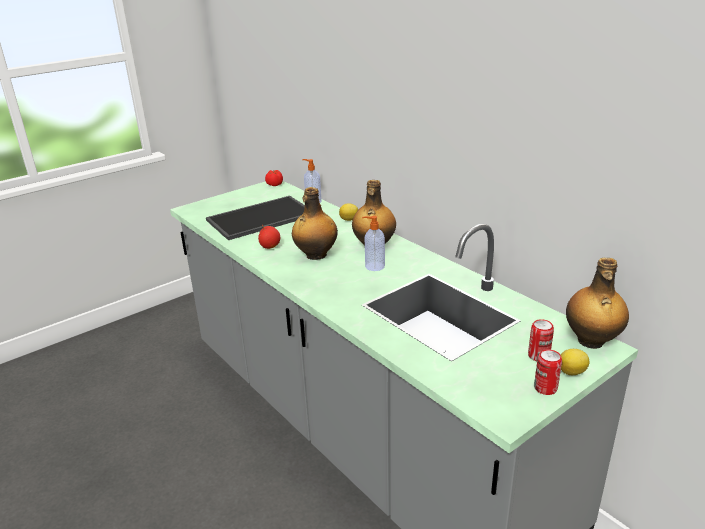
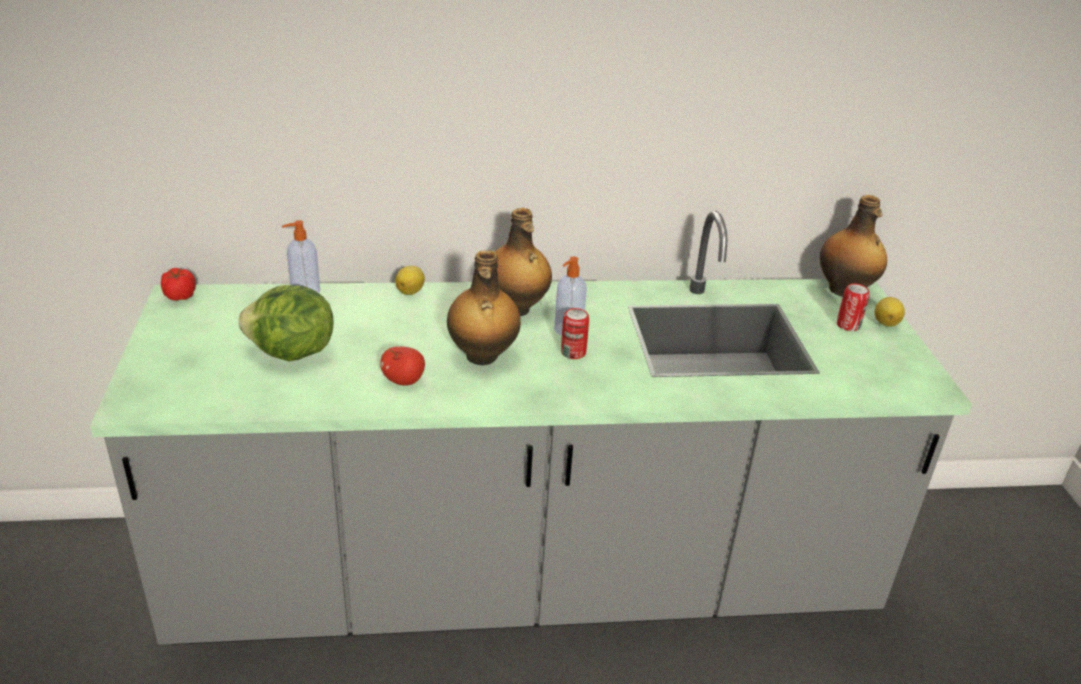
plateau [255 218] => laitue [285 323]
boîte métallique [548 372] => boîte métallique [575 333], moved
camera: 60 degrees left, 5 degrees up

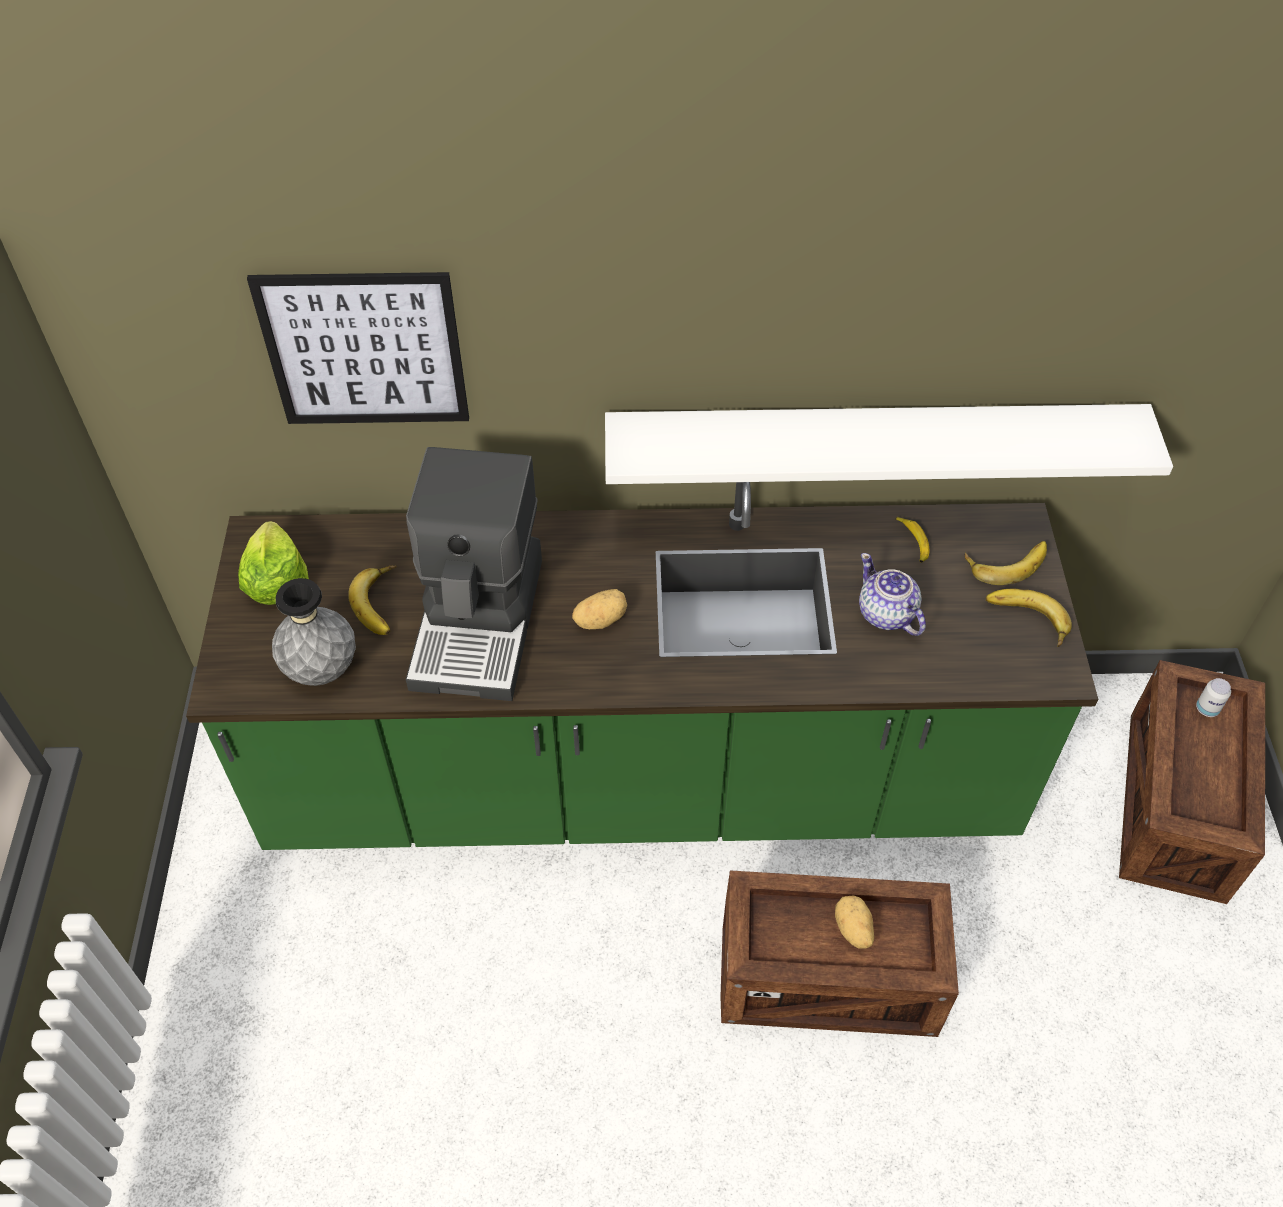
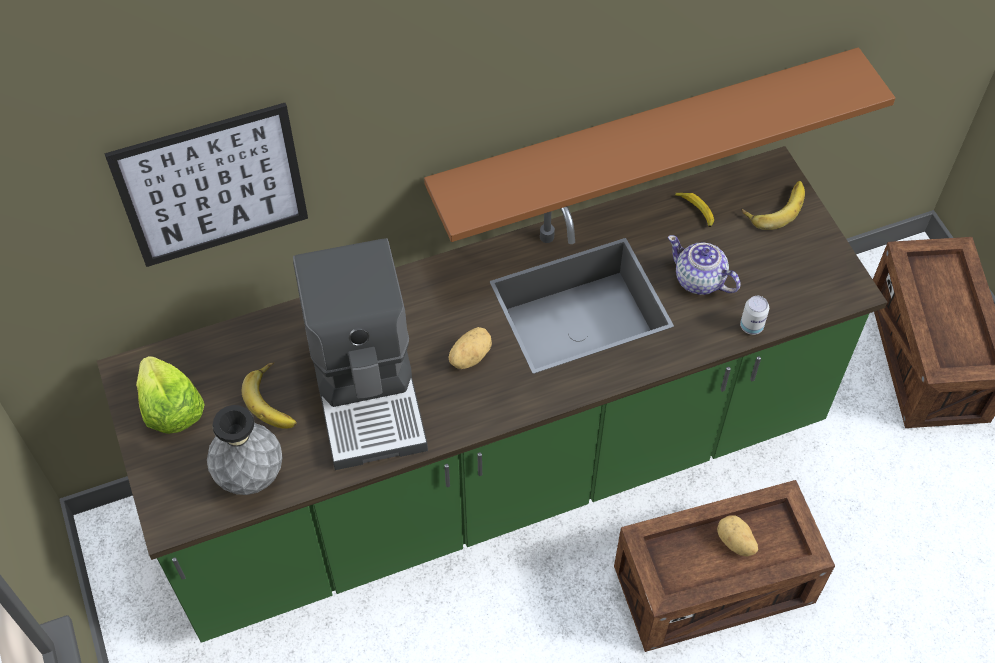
étagère [blanc] [889 444] => étagère [marron] [659 144]
banane [1029 618] => nothing
boîte métallique [1213 697] => boîte métallique [754 315], moved
camera: 20 degrees left, 5 degrees up

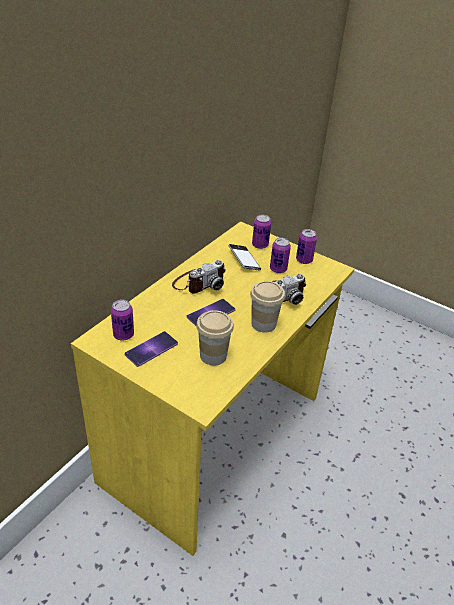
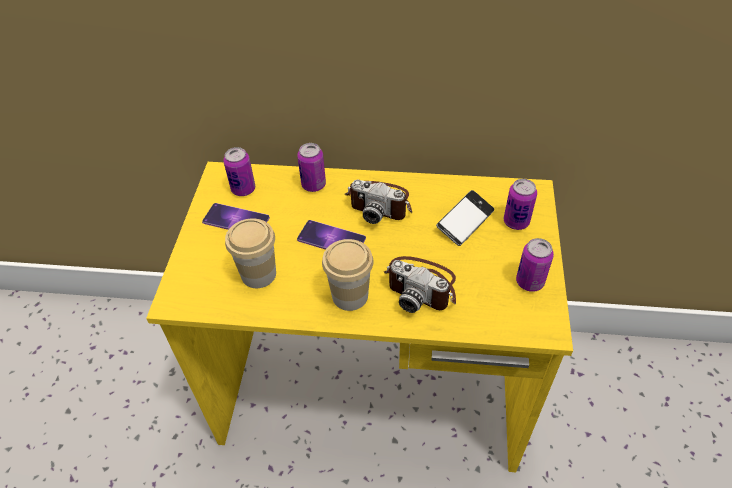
boîte métallique [280 255] => boîte métallique [311 167], moved
camera: 65 degrees right, 10 degrees up

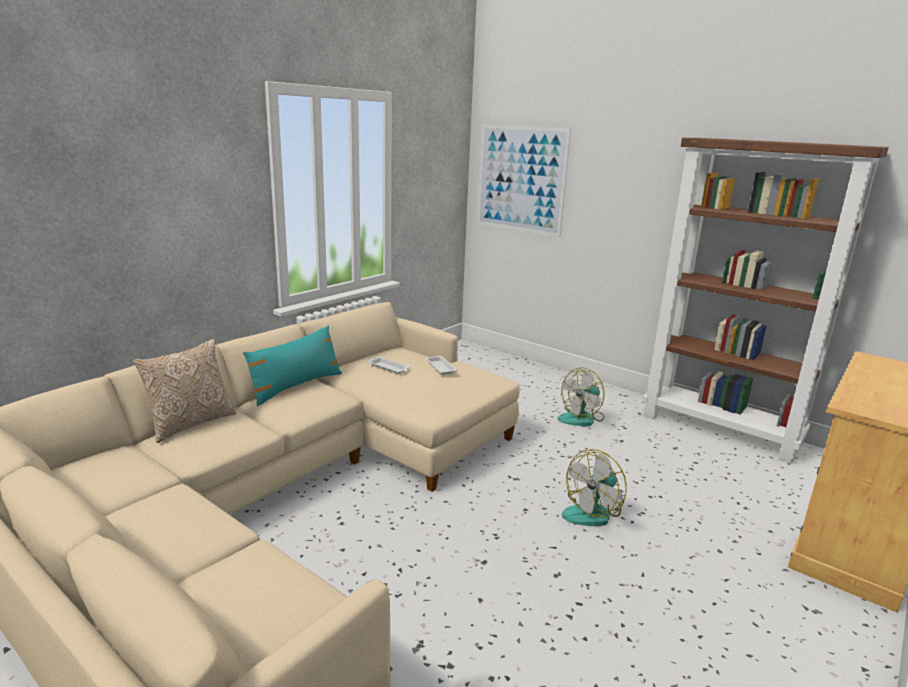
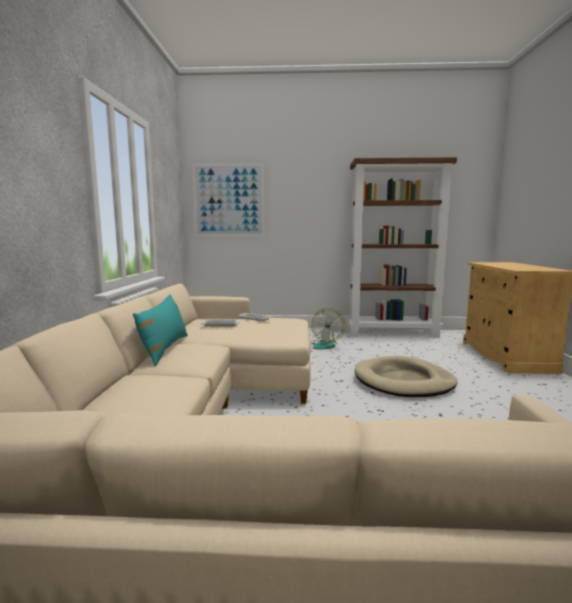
coussin [184 391] => nothing
ventilateur [594 487] => panier pour chien [beige] [406 376]
camera: 35 degrees left, 10 degrees down

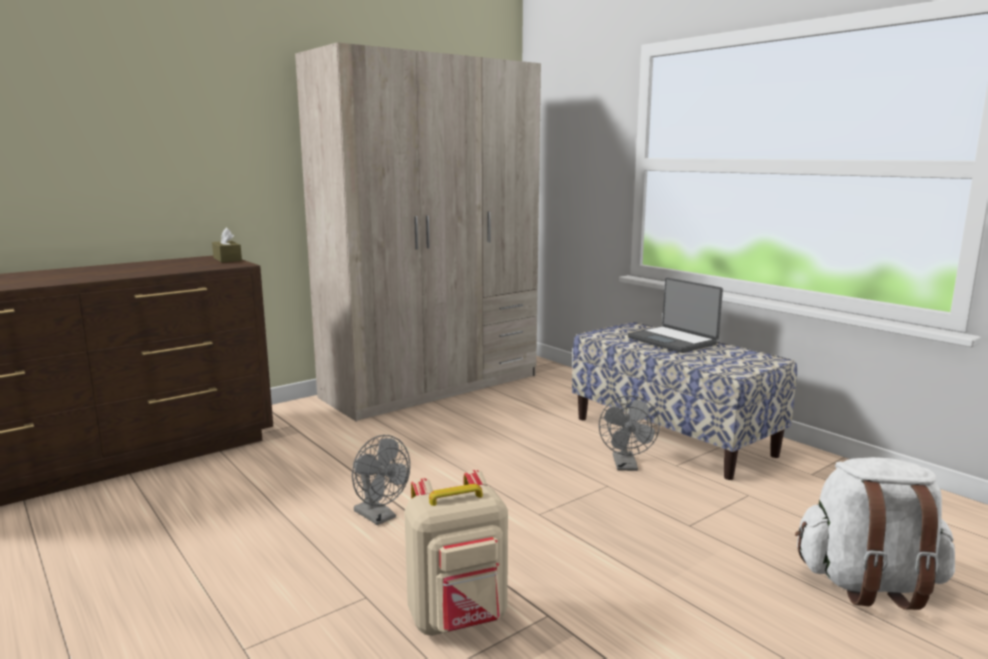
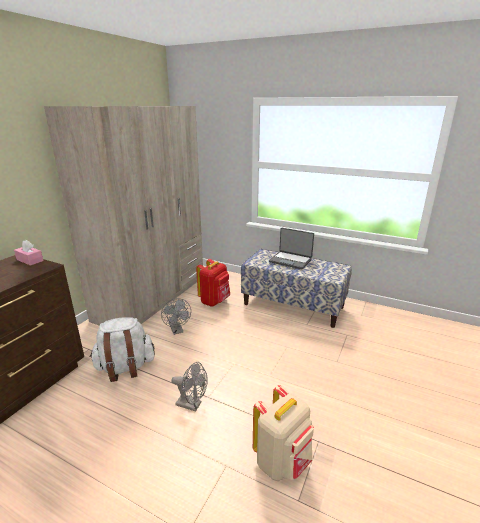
boîte à mouchoirs [marron] [227 245] => boîte à mouchoirs [rose] [29 253]
ventilateur [gris] [629 433] => ventilateur [gris] [176 317], moved
sac à dos [blanc] [875 533] => sac à dos [blanc] [122 349], moved
nothing => sac à dos [rouge] [213 283]
camera: 25 degrees left, 10 degrees up

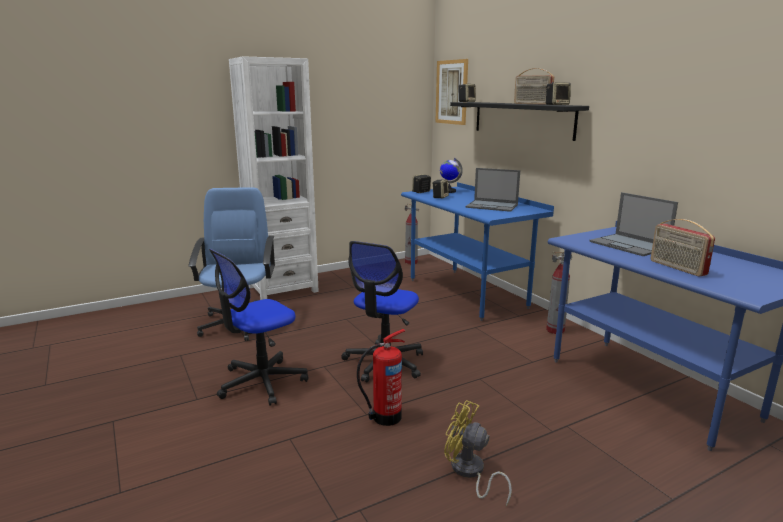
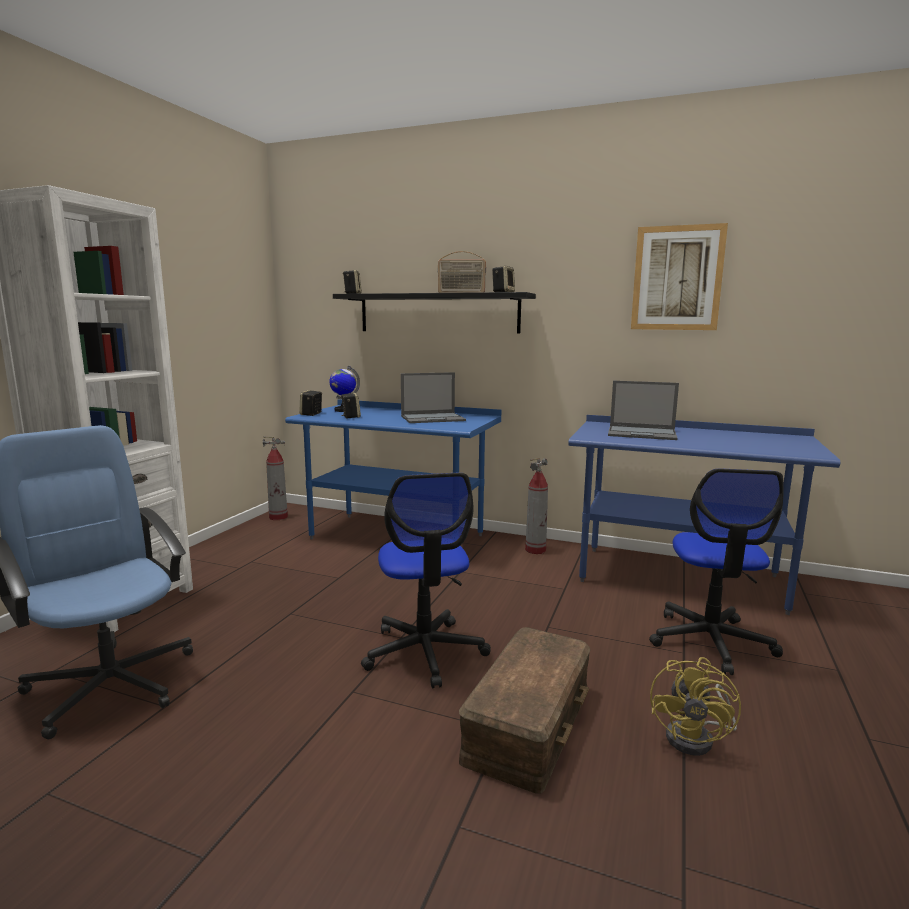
chaise de bureau [258 327] => chaise de bureau [716 571], moved
extincteur [381 377] => boîte de rangement [marron] [524 710]
tableau [451 92] => tableau [679 276], moved
ventilateur [jaune] [478 453] => ventilateur [jaune] [695 706], 60 degrees counterclockwise
radio [683 247] => nothing
camera: 40 degrees left, 5 degrees down

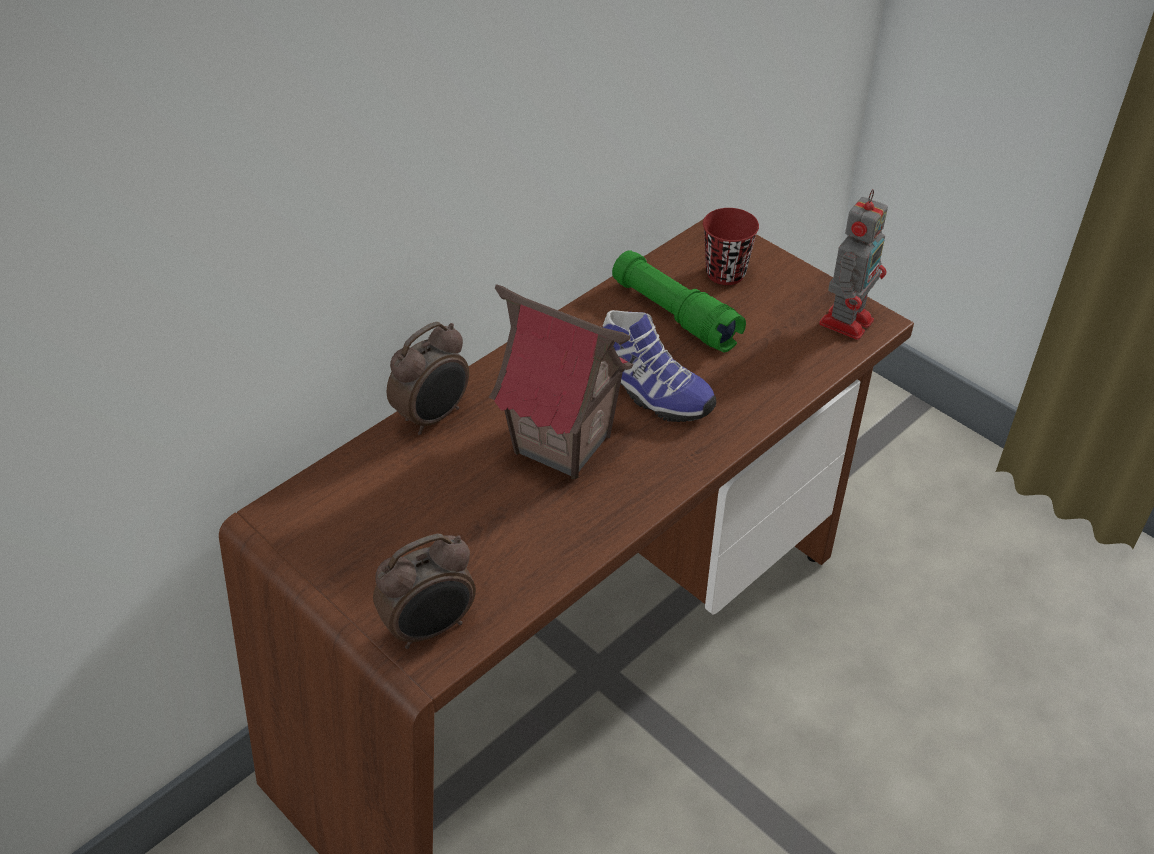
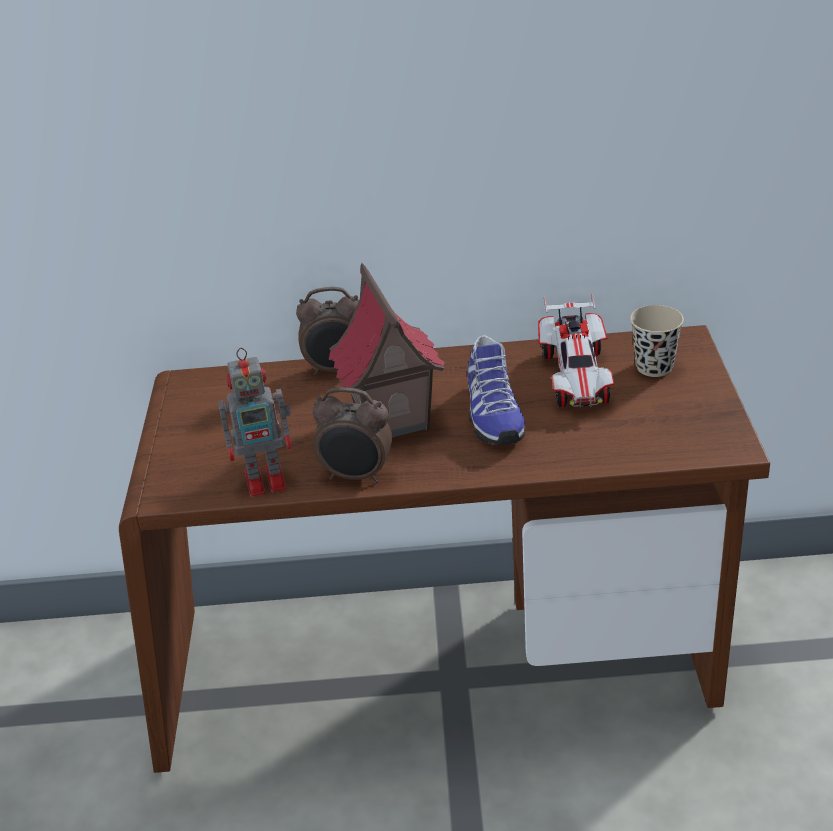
réveil [424 591] => réveil [352 435], moved
lampe de poche [vert] [679 301] => petite voiture [576 350]
tasse [rouge] [731 246] => tasse [beige] [657 341]
robot jouet [853 264] => robot jouet [255 422], moved
camera: 45 degrees right, 10 degrees down

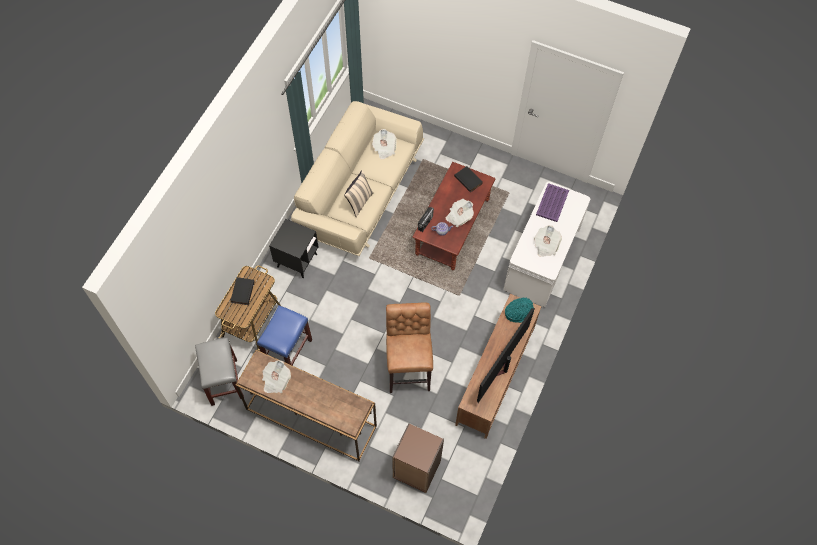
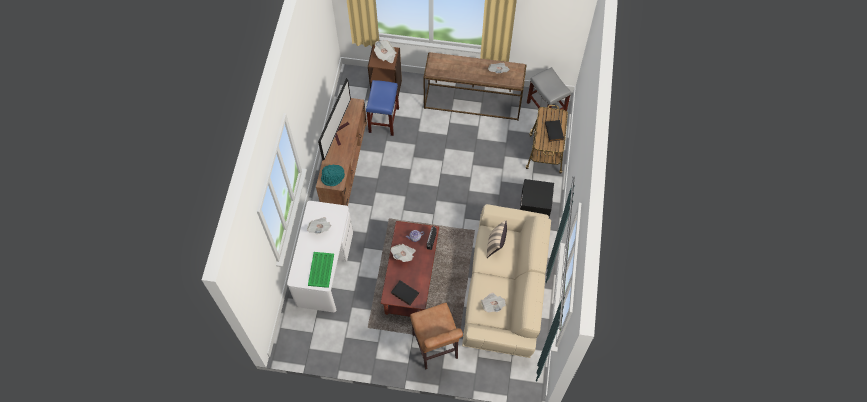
tabouret [bleu] [284 335] => tabouret [bleu] [382 108], moved
tabouret [marron] [409 348] => tabouret [marron] [436 336], moved
plateau [violet] [552 202] => plateau [vert] [321 270]
nothing => journal [385 51]
camera: 165 degrees right, 0 degrees up

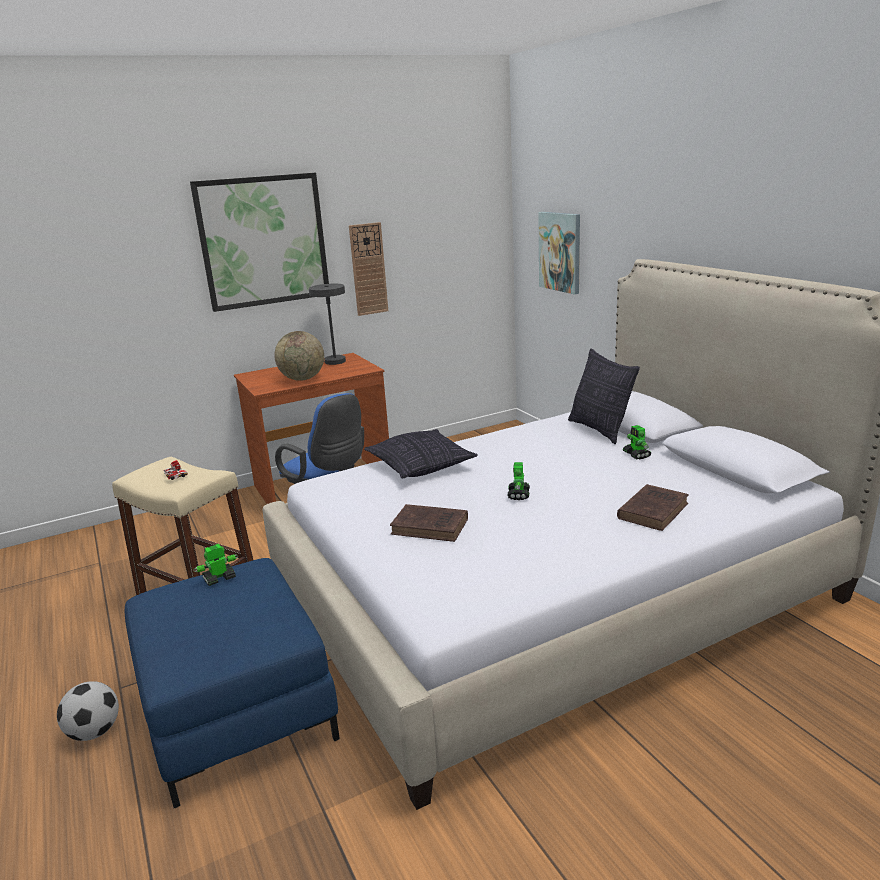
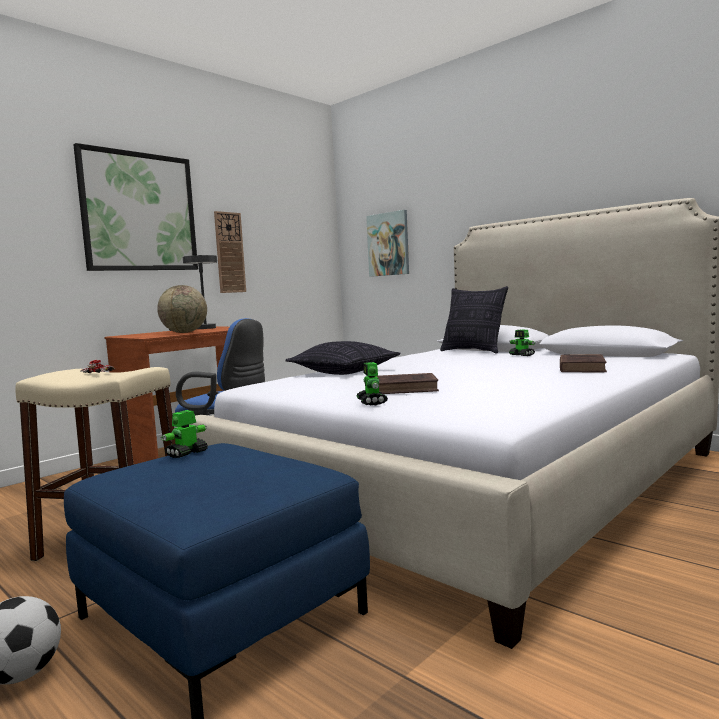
robot jouet [518 481] => robot jouet [372 384], moved
camera: 20 degrees left, 15 degrees down

